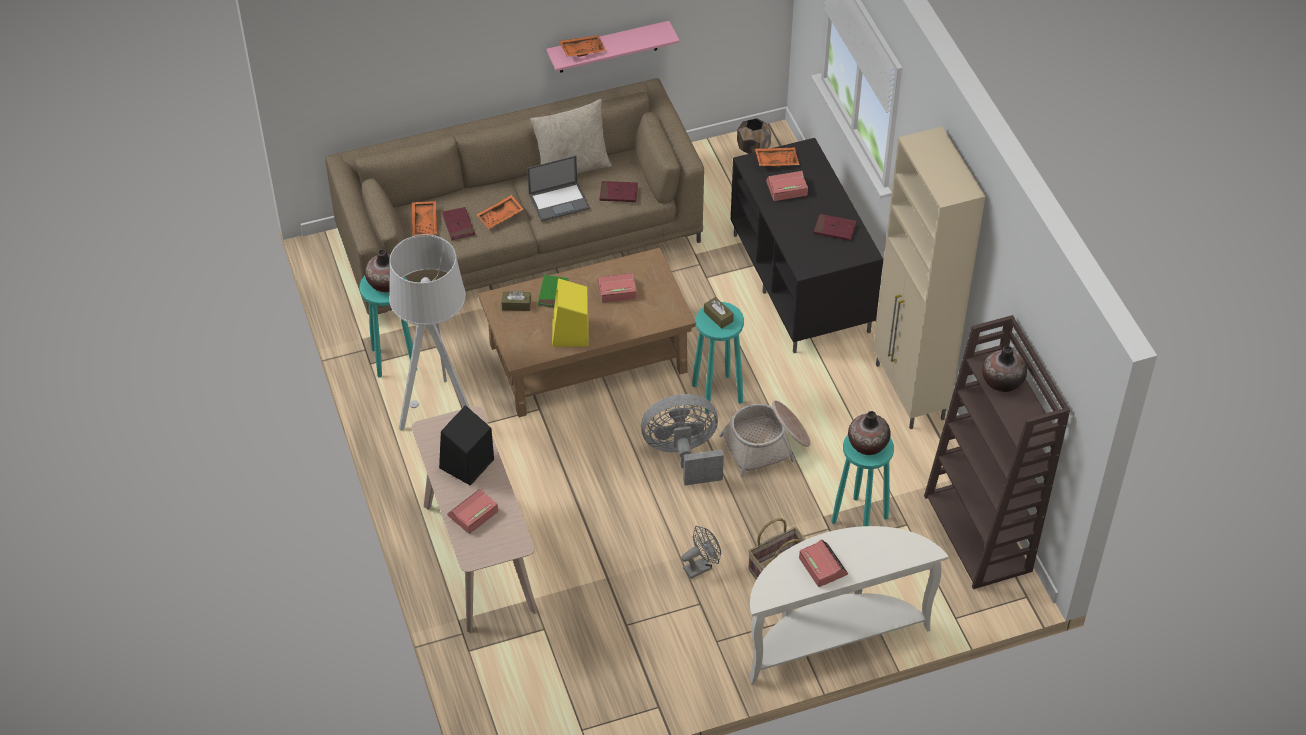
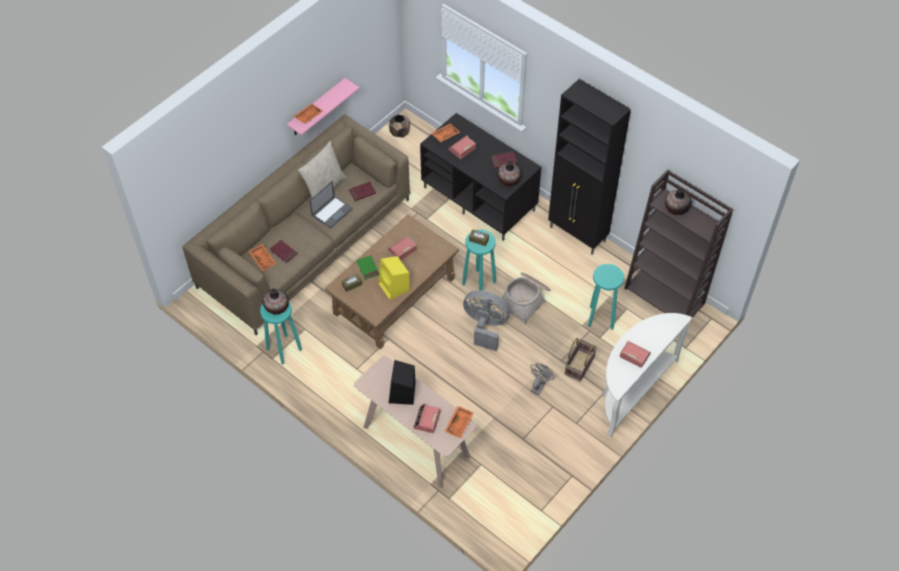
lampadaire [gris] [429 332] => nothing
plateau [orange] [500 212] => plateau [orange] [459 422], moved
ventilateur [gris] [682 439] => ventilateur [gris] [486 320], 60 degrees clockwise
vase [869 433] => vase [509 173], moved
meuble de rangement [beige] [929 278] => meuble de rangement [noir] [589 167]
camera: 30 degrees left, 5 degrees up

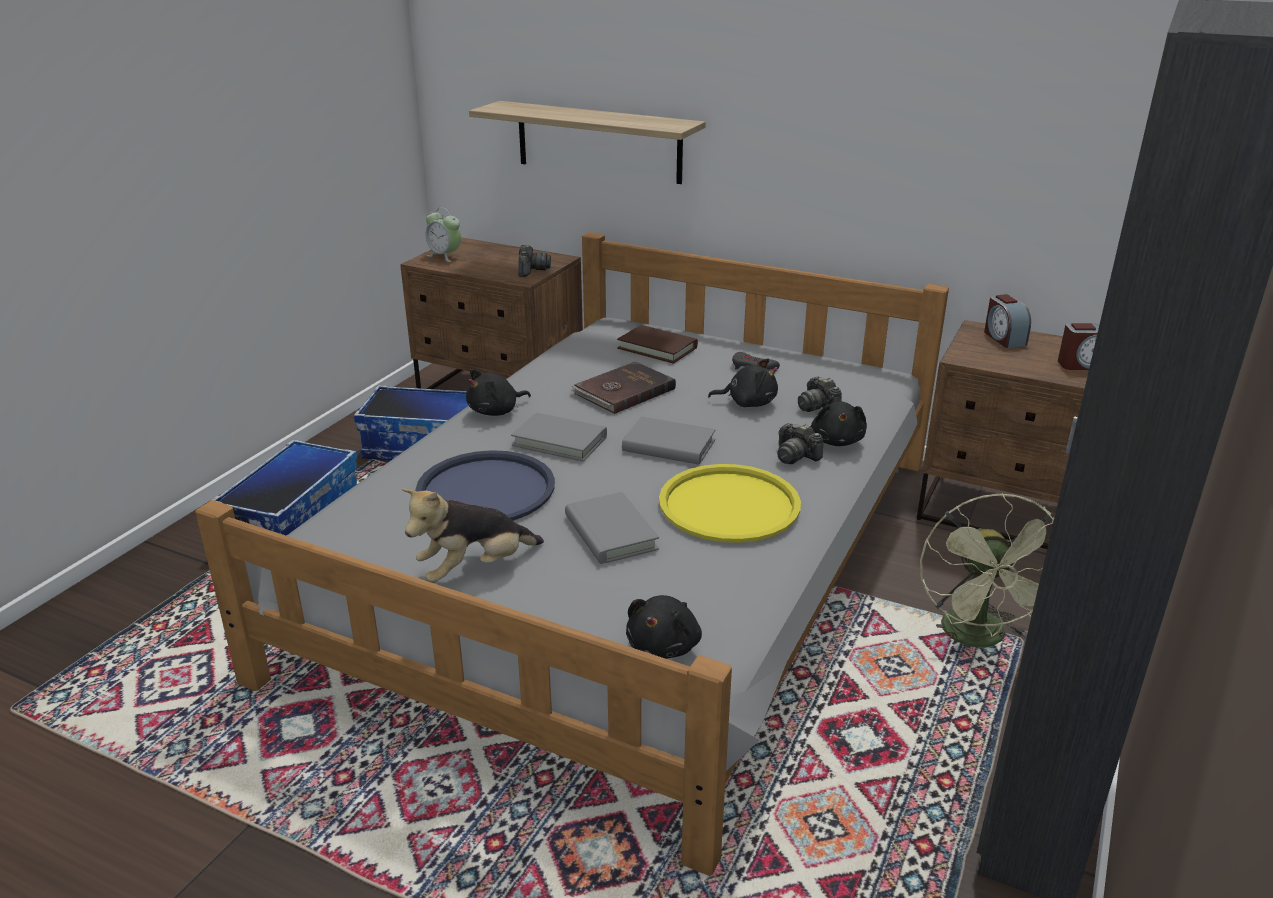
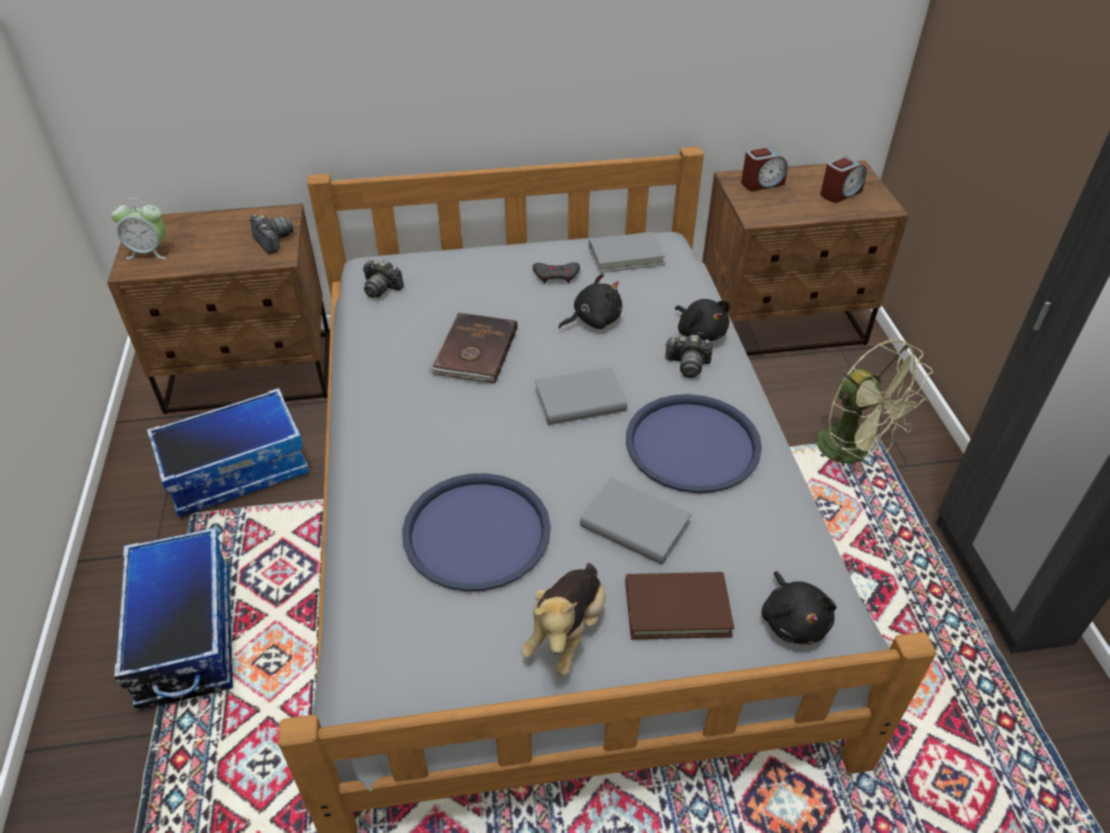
peluche [noir] [498 392] => nothing
étagère [587 142] => nothing
livre [gris] [559 437] => livre [gris] [627 252], moved
livre [marron] [657 344] => livre [marron] [679 605], moved
plateau [jaune] [730 503] => plateau [bleu] [694 443]
appareil photo [820 394] => appareil photo [383 279], moved
réveil [1007 321] => réveil [764 169], 60 degrees counterclockwise
camera: 35 degrees left, 15 degrees up

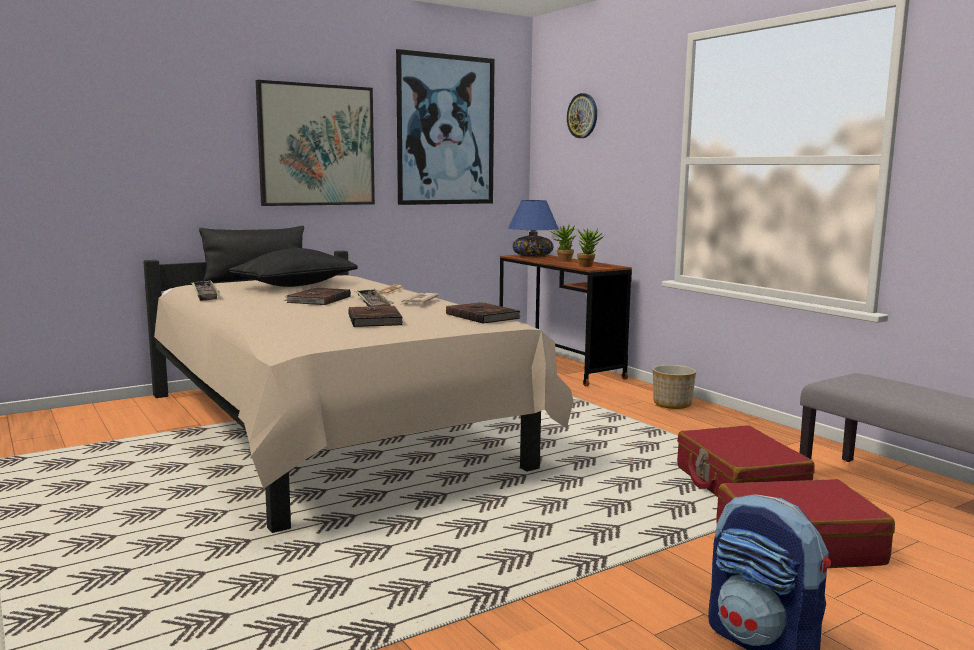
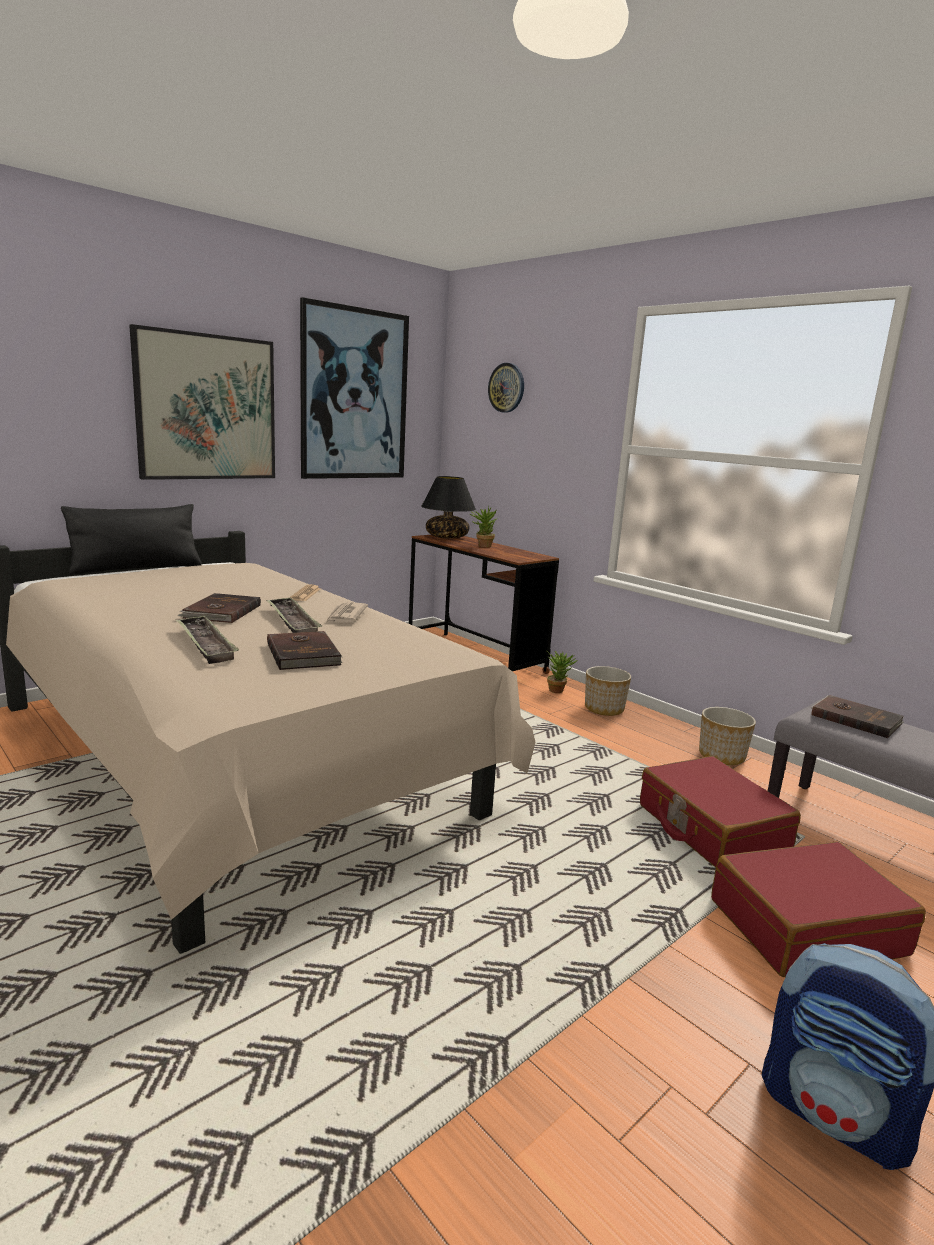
plateau [206 290] => plateau [207 640], moved
coussin [noir] [293 267] => nothing
livre [marron] [483 313] => livre [marron] [857 716], moved
lampe de table [bleu] [533 228] => lampe de table [noir] [448 507]
plante en pot [590 247] => plante en pot [562 672], moved
nothing => cache-pot [727 736]
camera: 10 degrees left, 5 degrees up

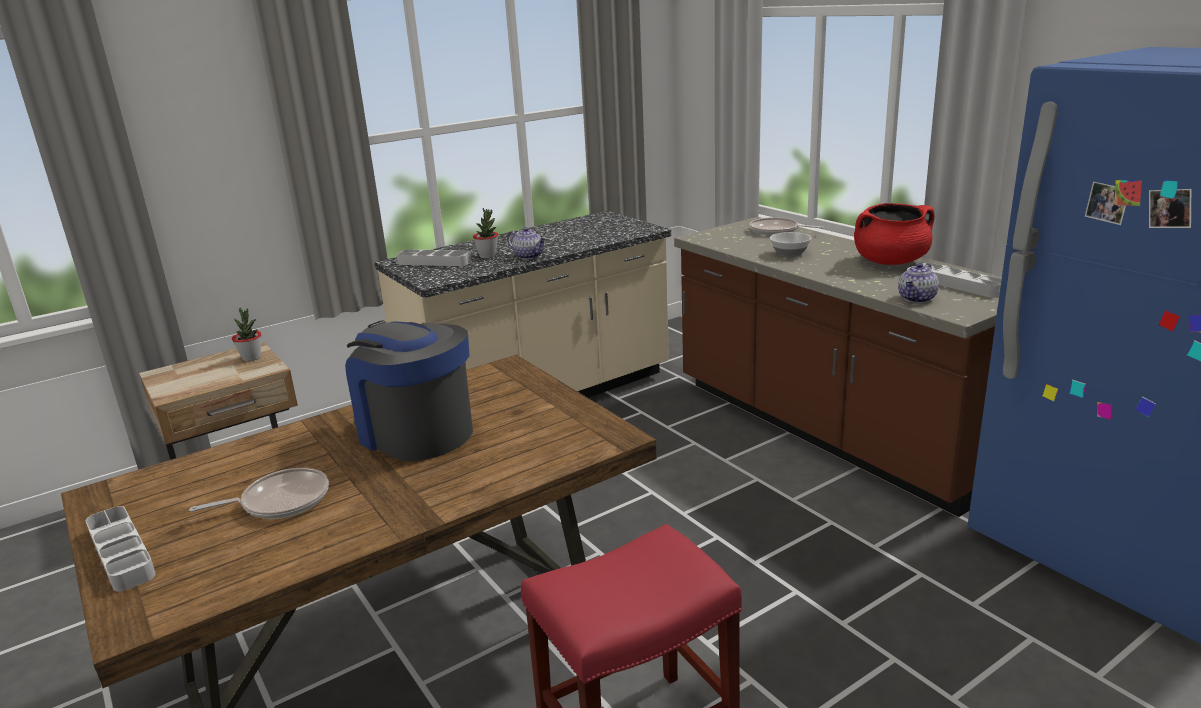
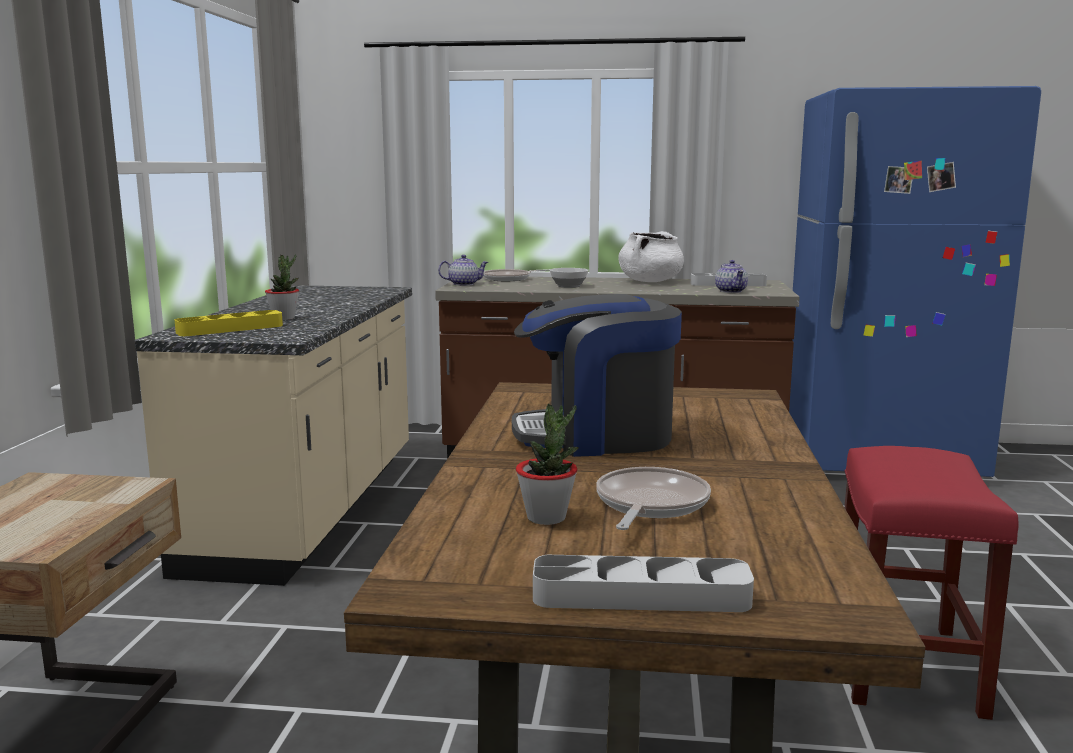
plante en pot [246 334] => plante en pot [547 464], moved
plateau [gris] [433 257] => plateau [jaune] [229 323]
théière [526 243] => théière [463 270], moved
marmite [rouge] [894 234] => marmite [blanc] [651 256]
camera: 50 degrees left, 10 degrees down

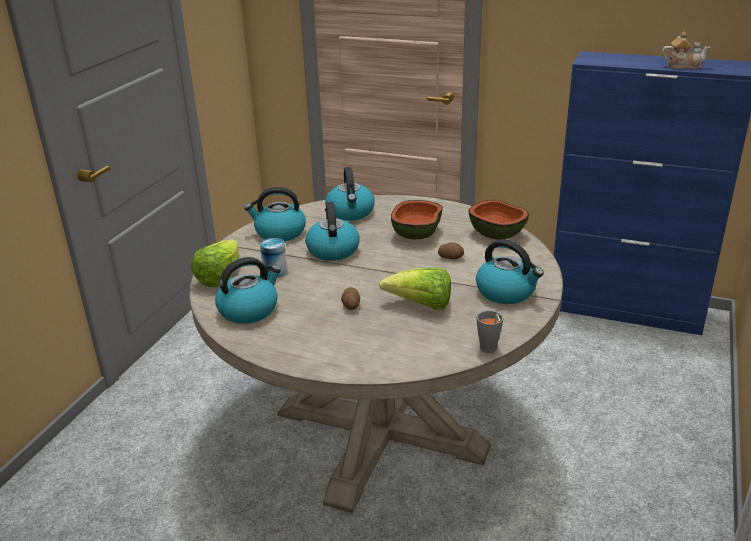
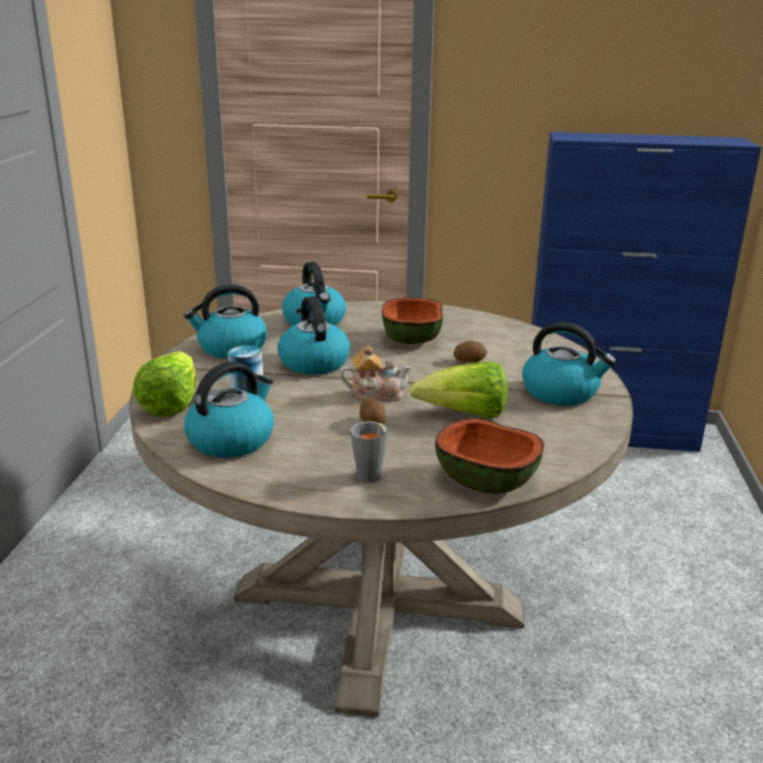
bol [498 220] => bol [490 456], moved
tasse [gris] [490 331] => tasse [gris] [369 451], moved
théière [686 50] => théière [375 373], moved
camera: 15 degrees left, 5 degrees down

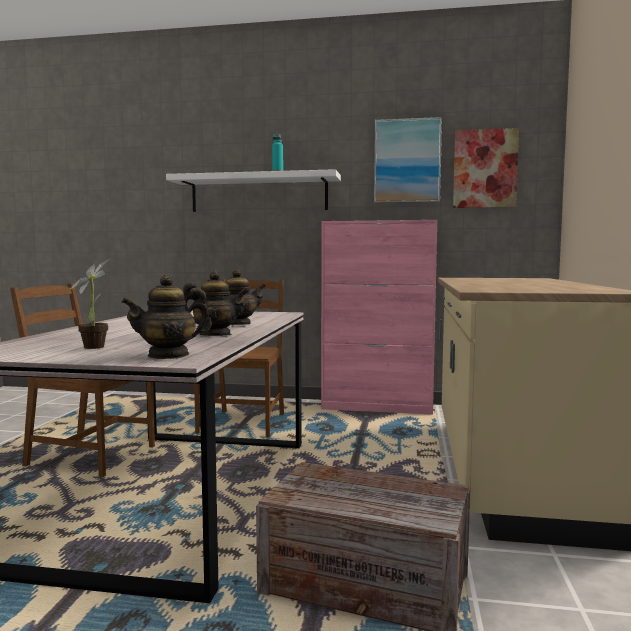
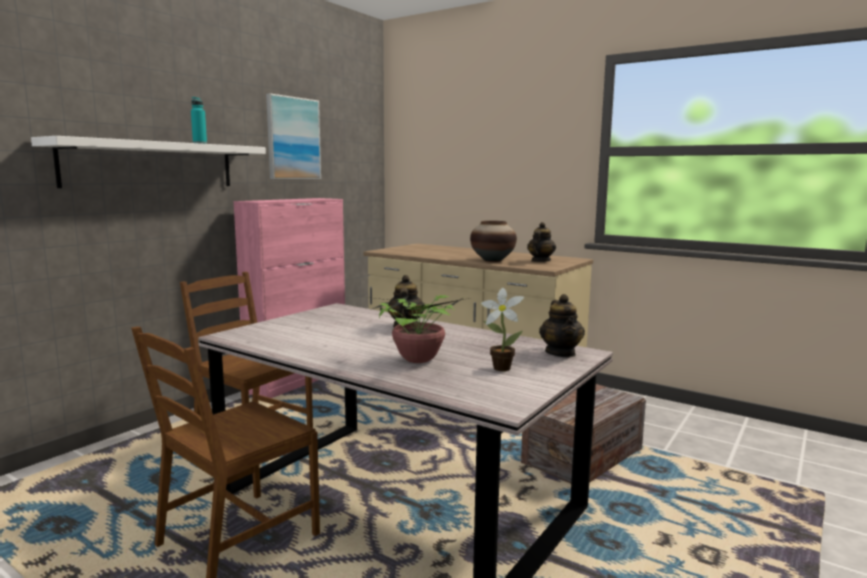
théière [216 303] => théière [541 242], moved
tableau [486 168] => nothing
nothing => plante en pot [418 329]
nothing => vase [493 241]
camera: 65 degrees left, 5 degrees up

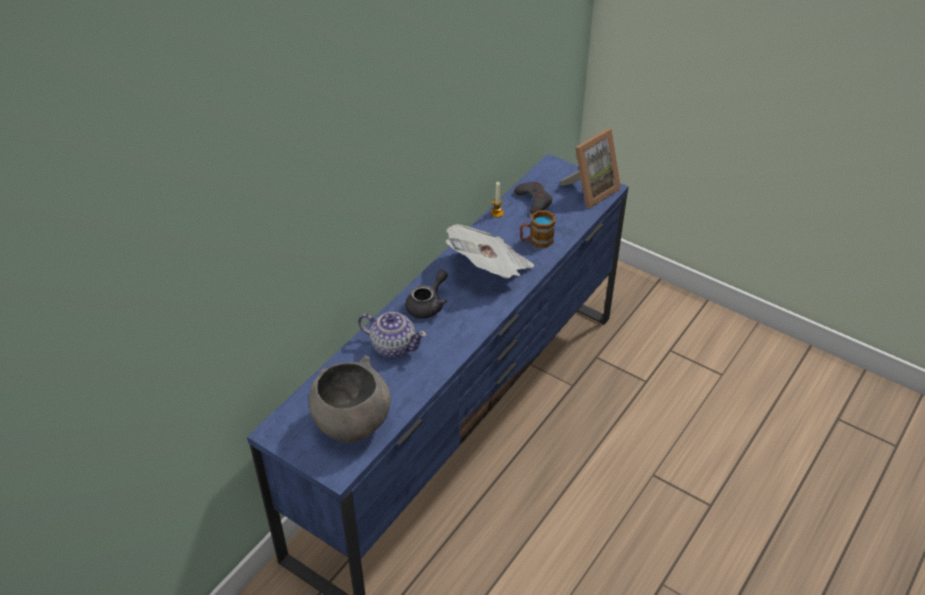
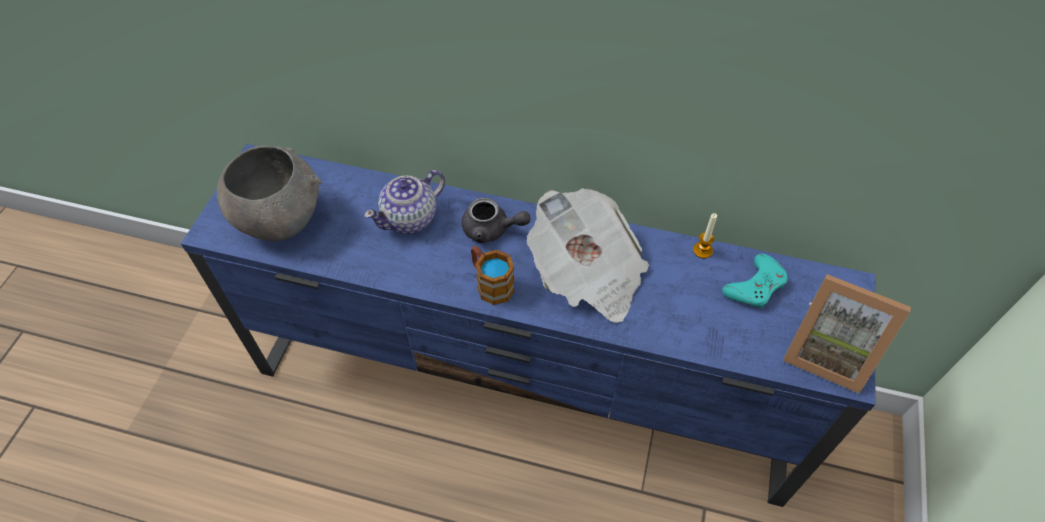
théière [392 335] => théière [404 202], 45 degrees clockwise
manette [gris] [533 198] => manette [turquoise] [755 281]
mug [537 229] => mug [493 275], moved
camera: 70 degrees right, 10 degrees up

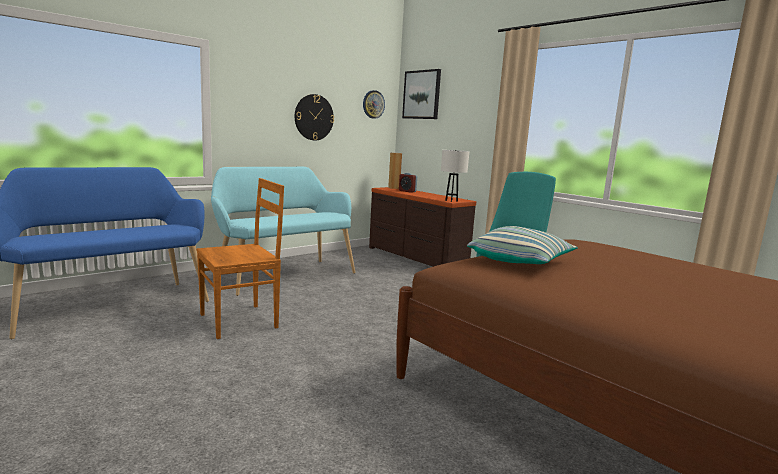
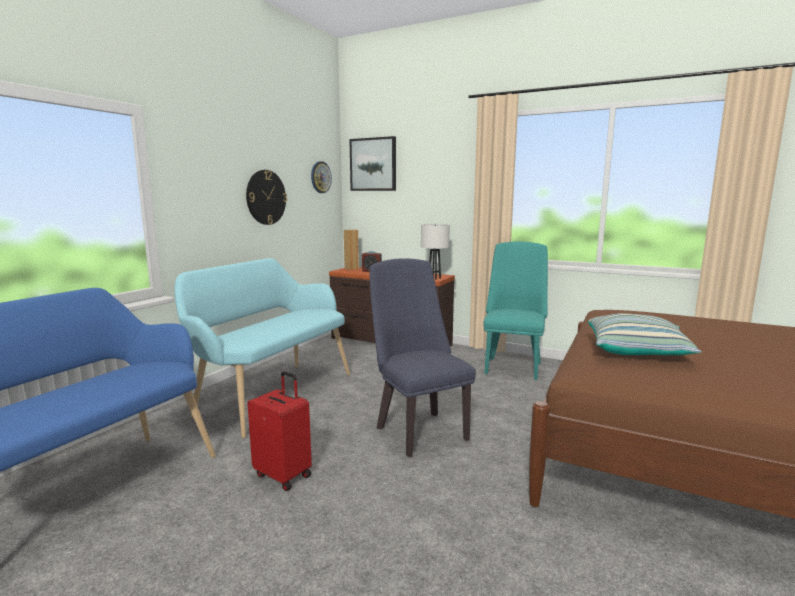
chaise [marron] [240 258] => valise [rouge] [279 431]
nothing => chaise [bleu] [422 357]
camera: 20 degrees left, 0 degrees up

